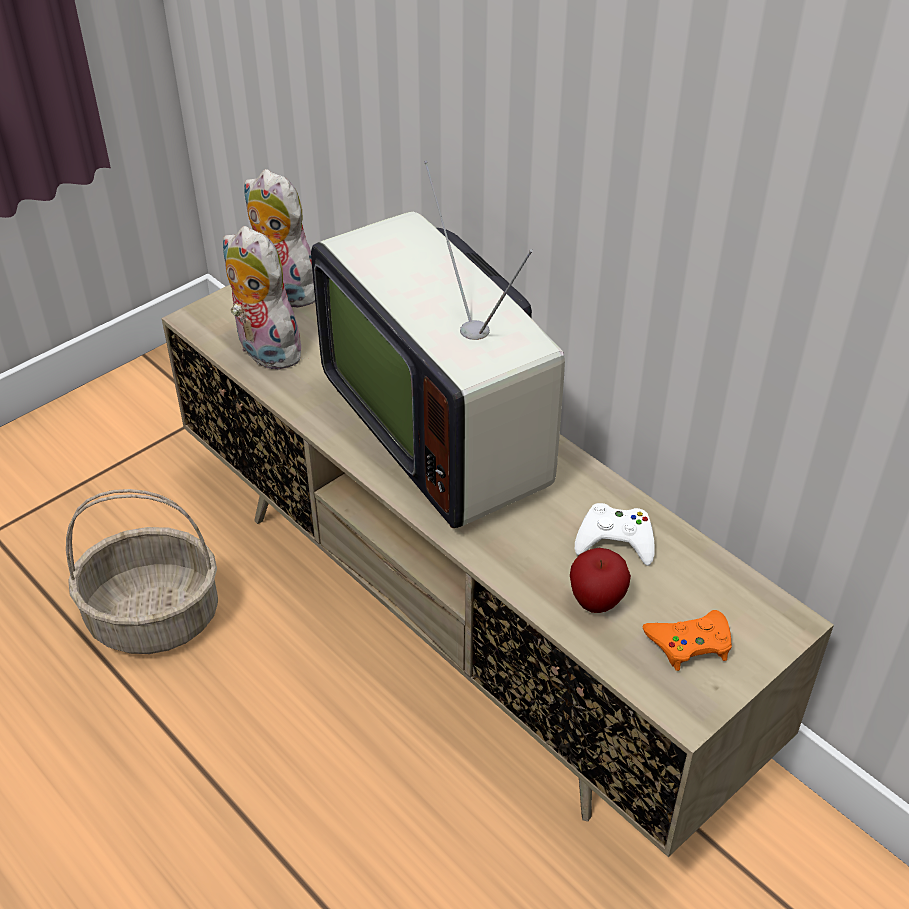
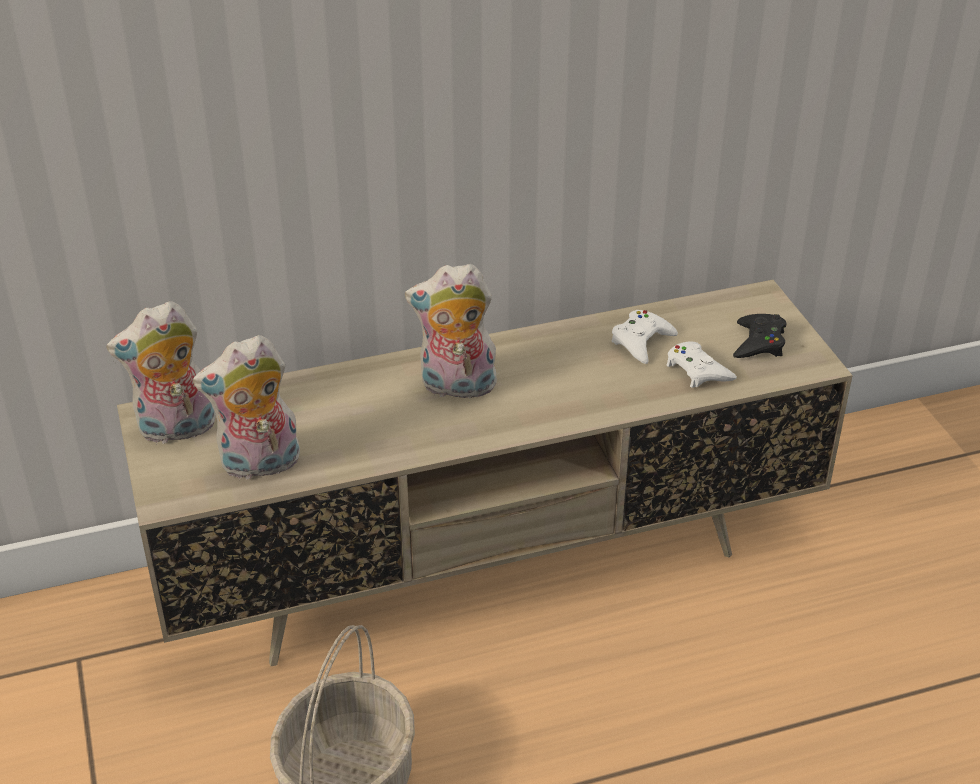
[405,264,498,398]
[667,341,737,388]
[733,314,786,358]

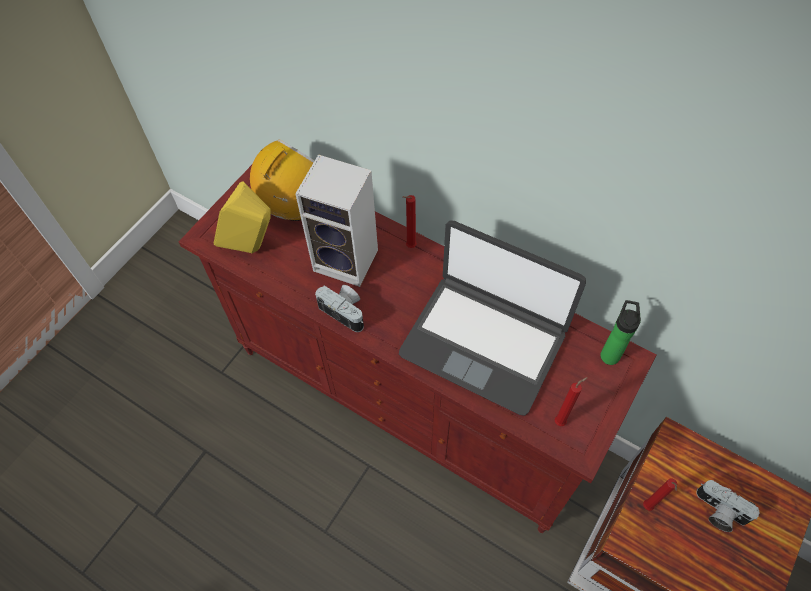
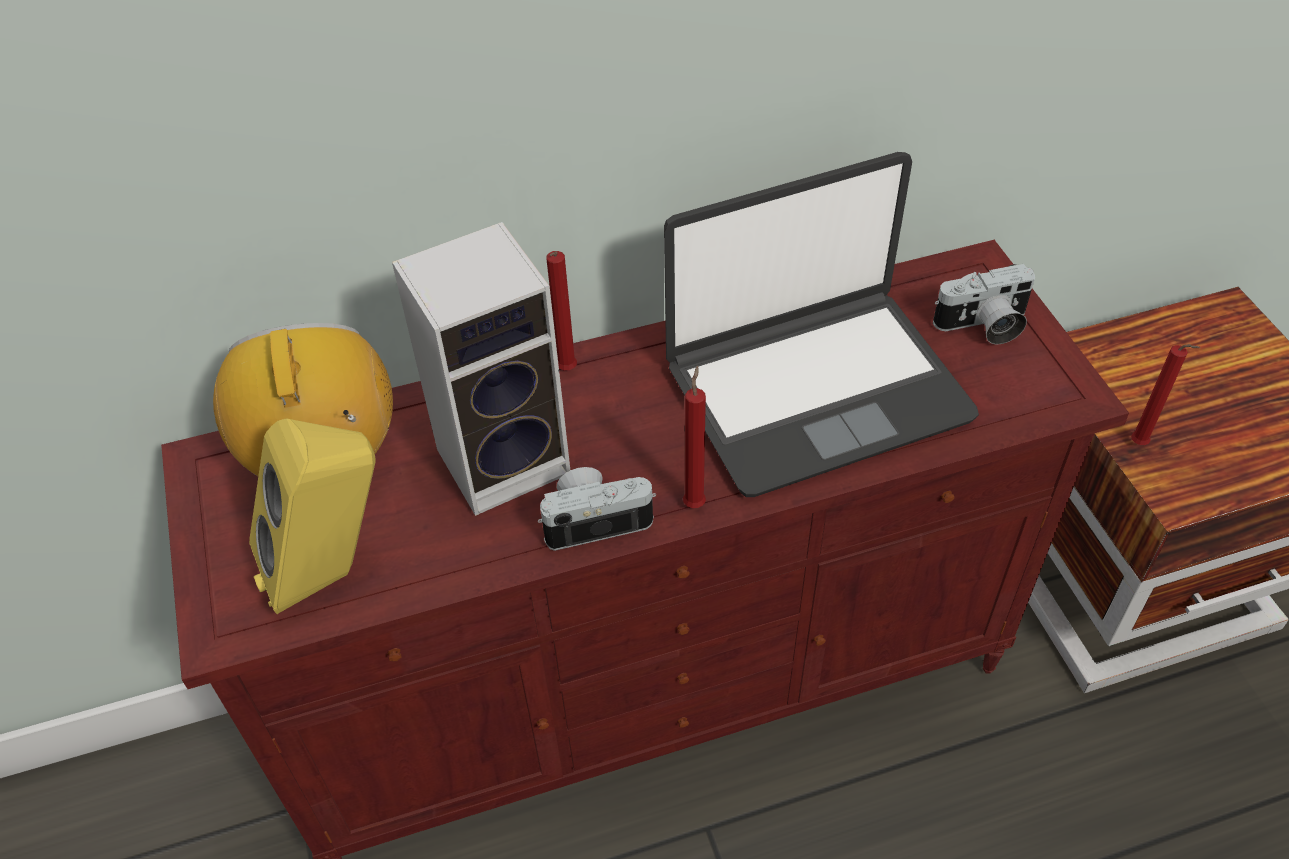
[600,300,641,365] (first image)
[683,366,706,508]
[933,264,1035,345]

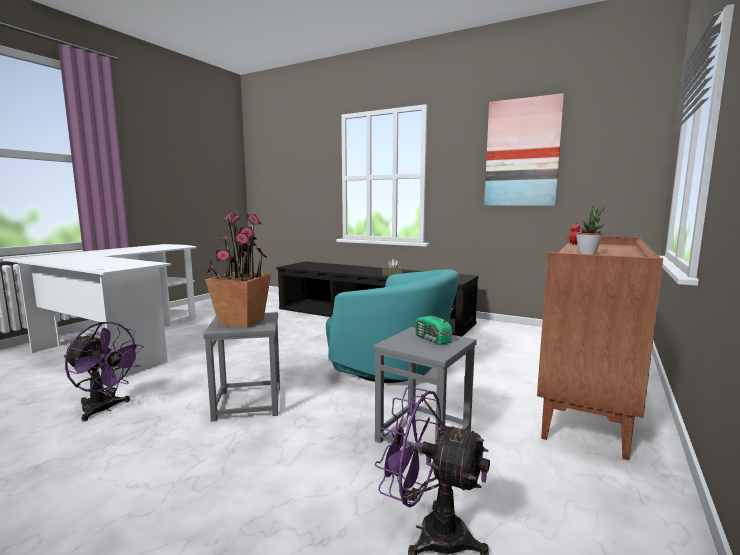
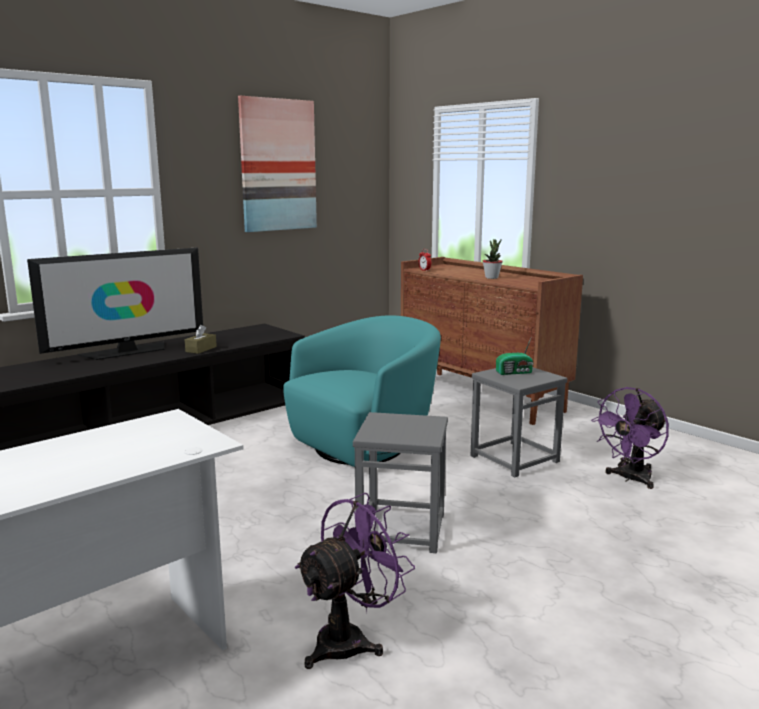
[205,210,271,328] (first image)
[27,247,203,360]

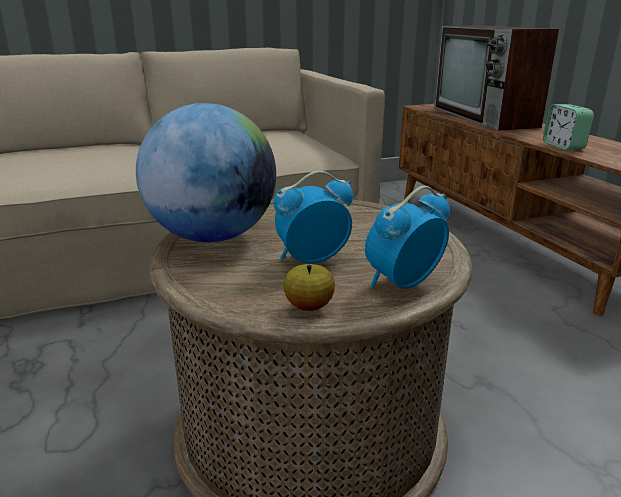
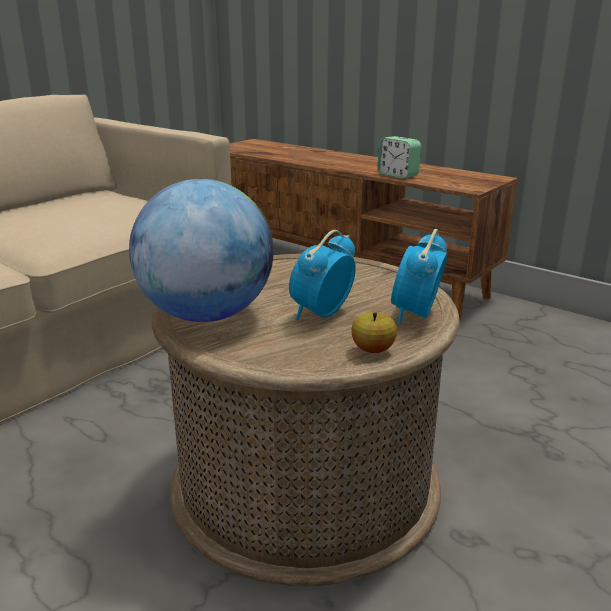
[435,25,559,131] (first image)

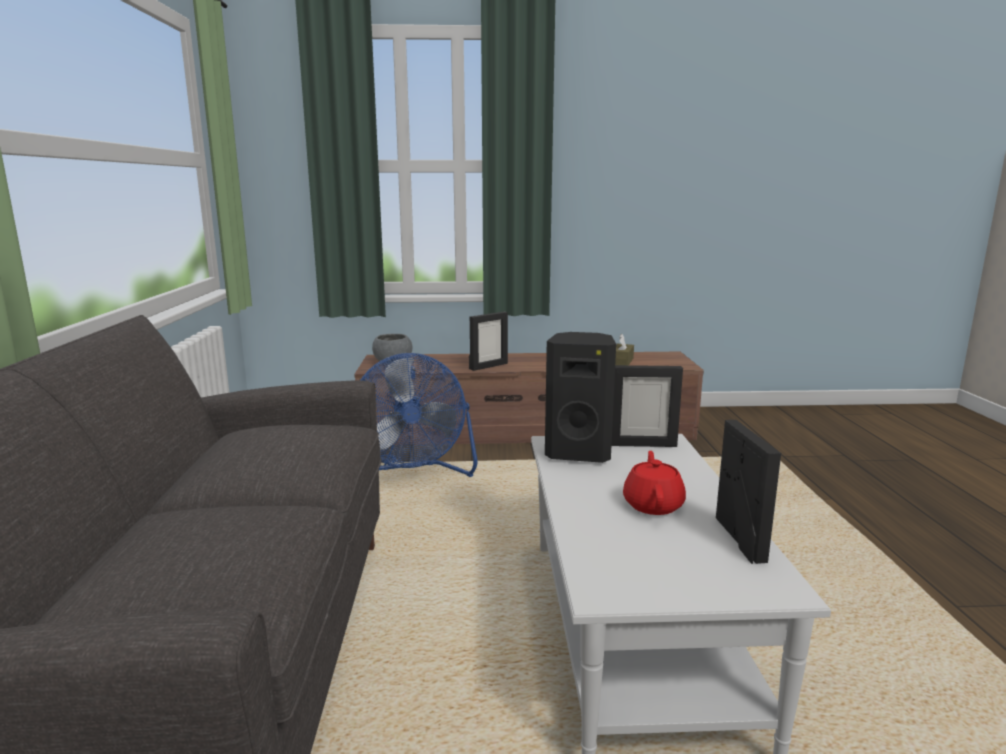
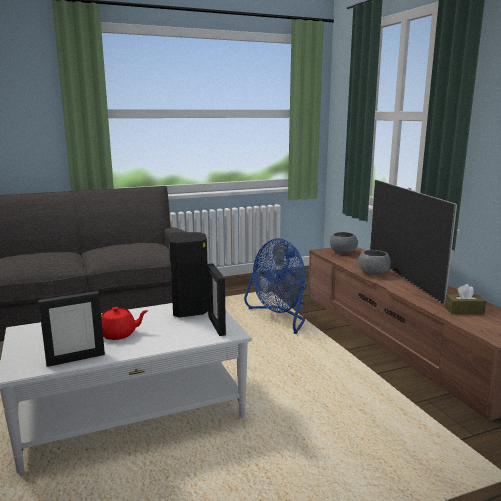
[370,180,457,305]
[358,250,391,275]

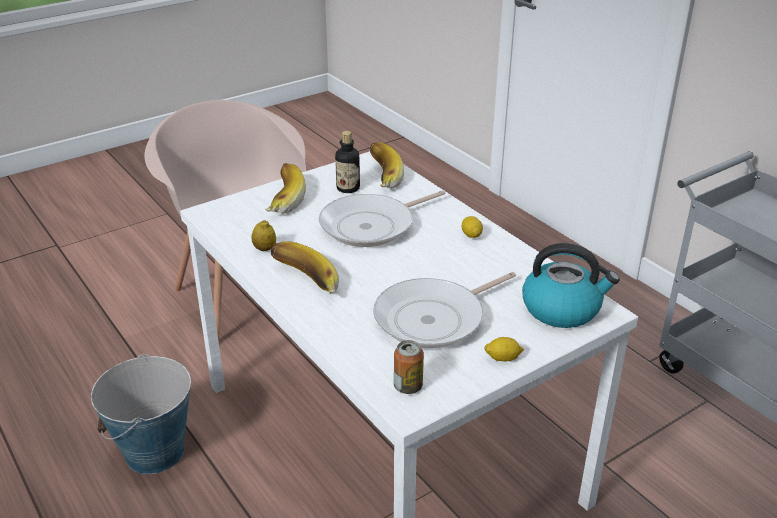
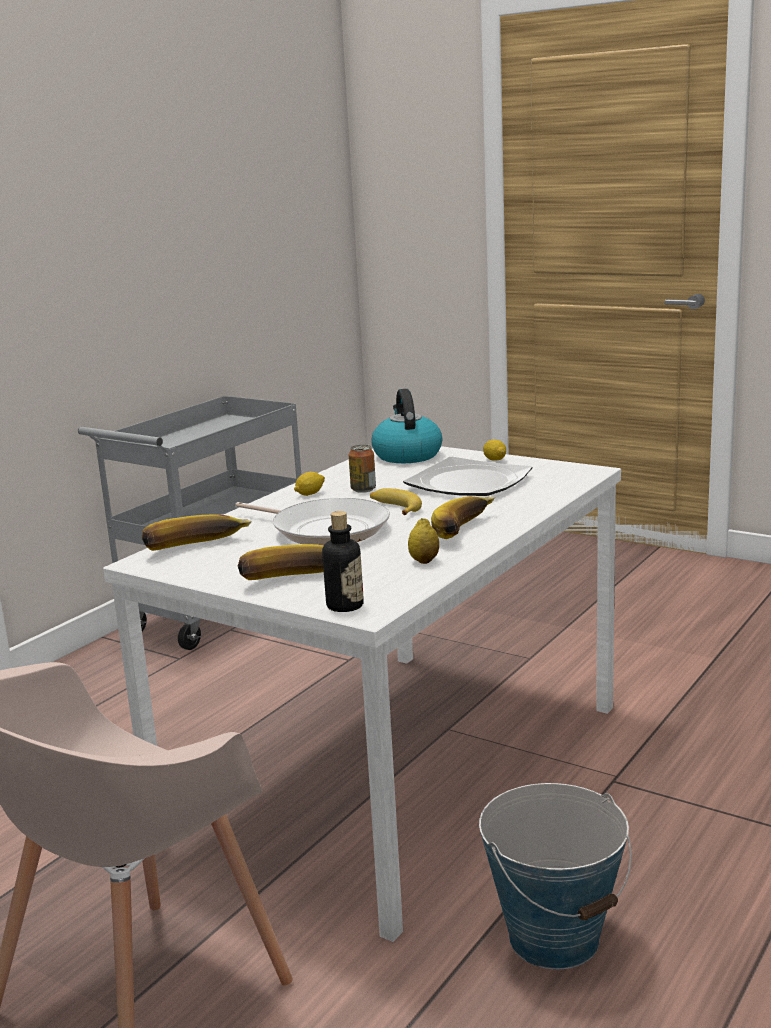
[370,488,422,515]
[322,511,364,612]
[349,445,376,493]
[403,457,532,496]

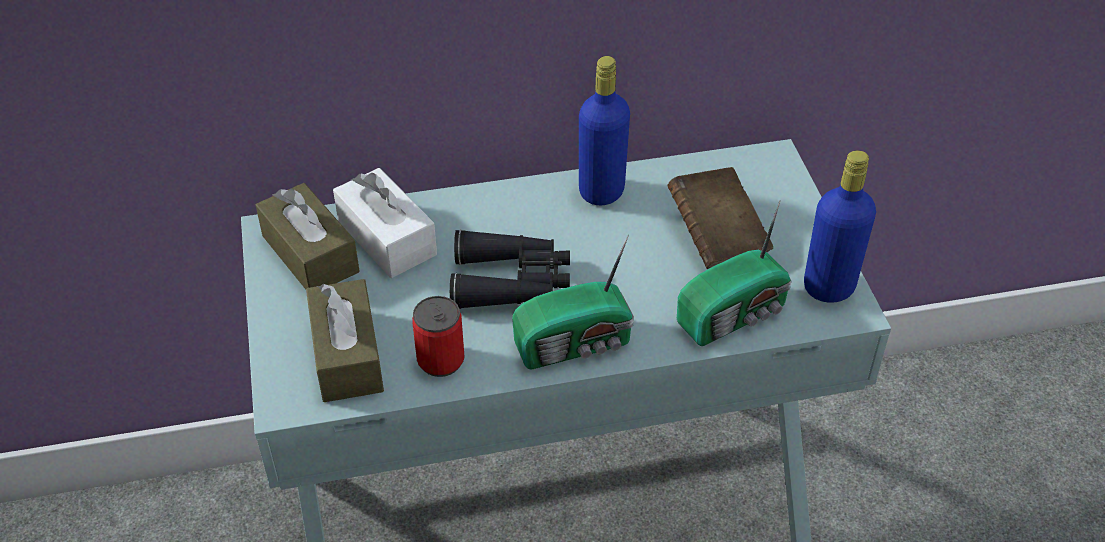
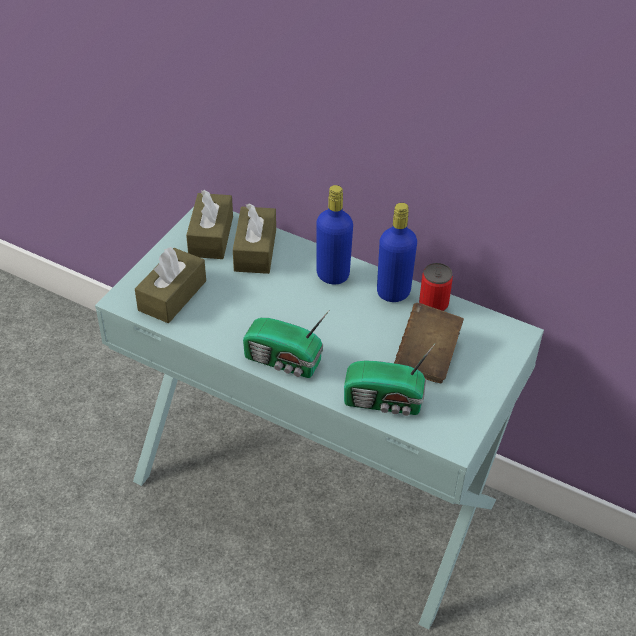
[450,229,570,309] (first image)
[419,263,453,311]
[316,185,353,285]
[233,203,276,274]

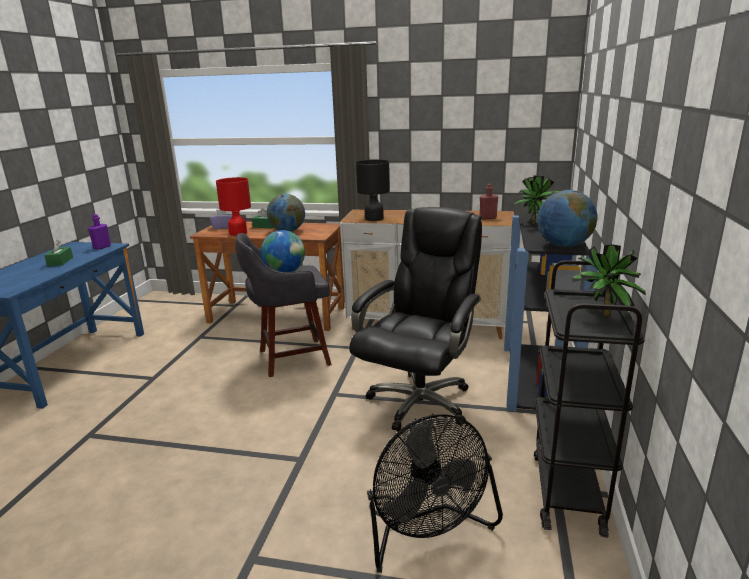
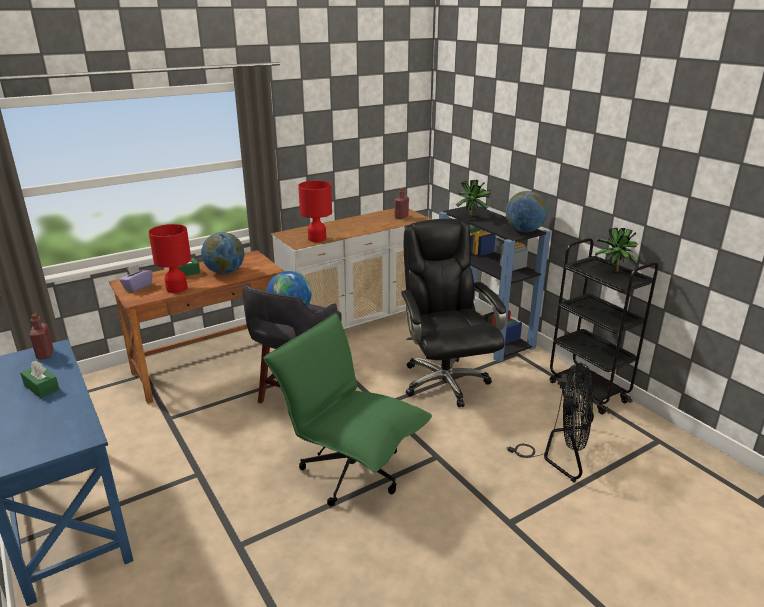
[264,313,432,506]
[30,314,53,360]
[298,180,332,242]

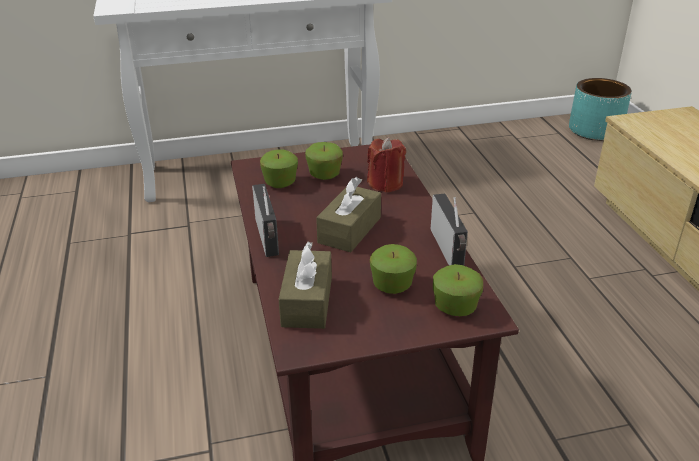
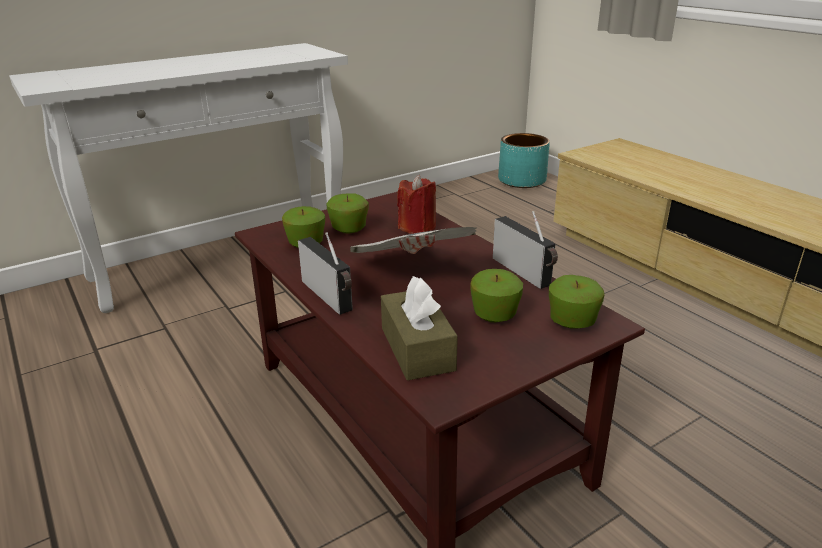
[350,227,477,254]

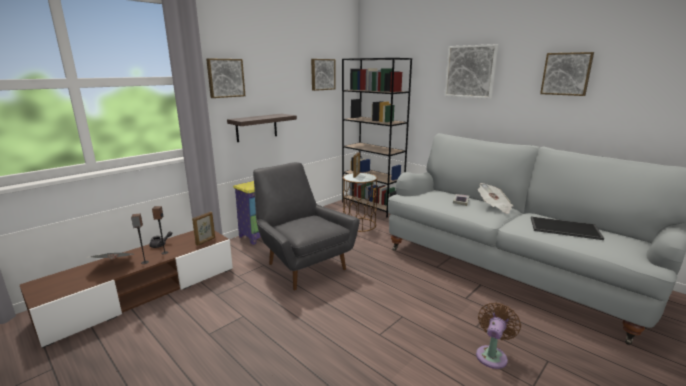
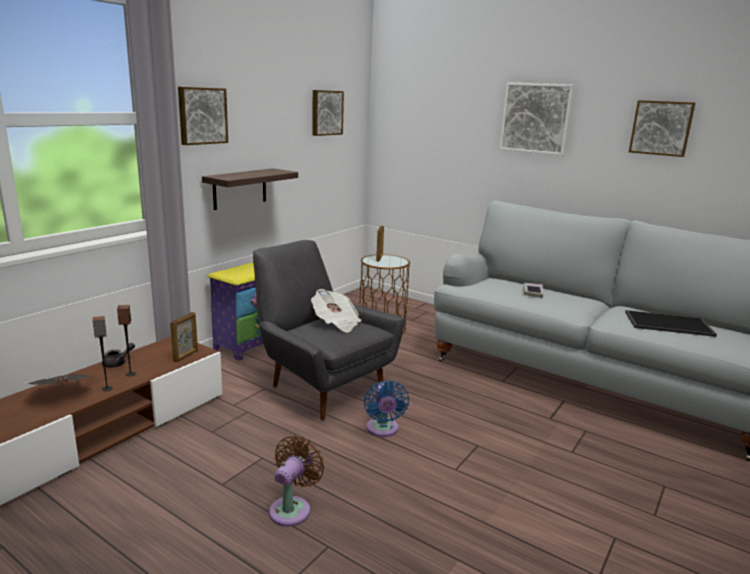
[342,58,412,217] (first image)
[364,380,409,437]
[269,435,324,527]
[311,289,361,333]

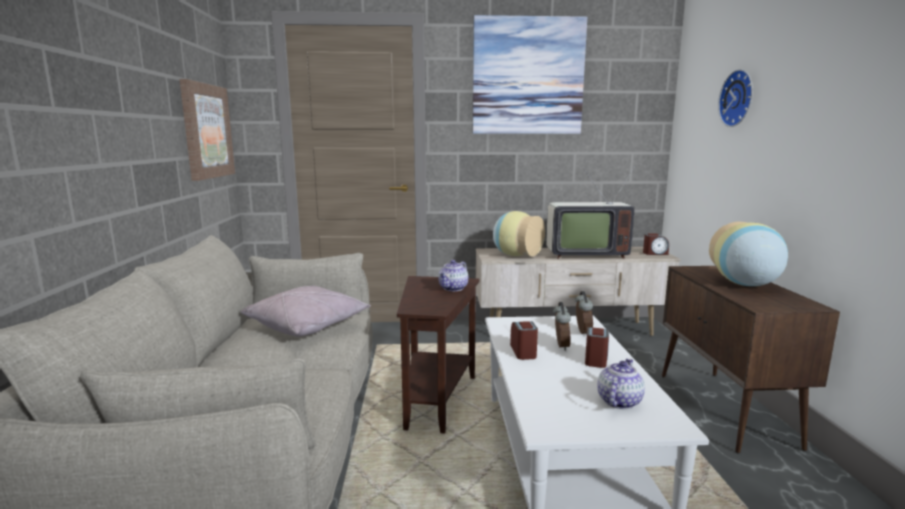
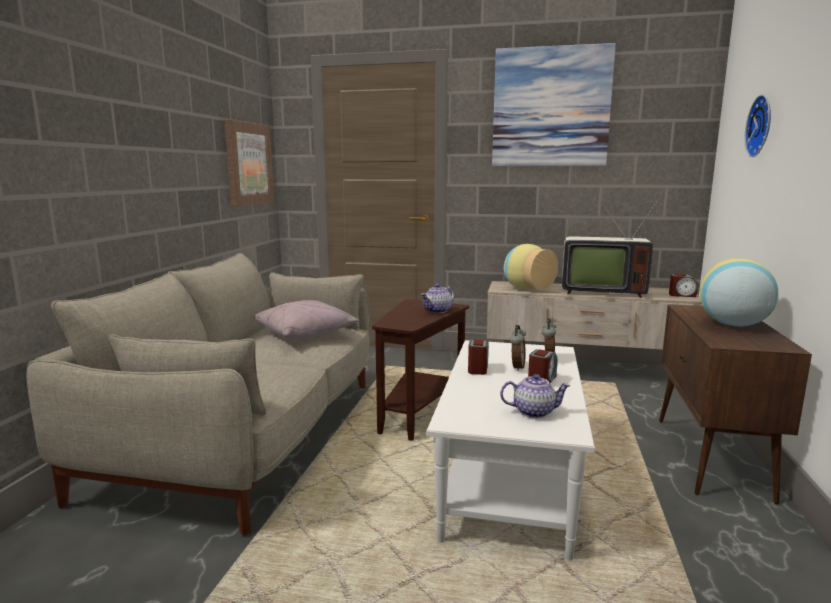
[500,374,571,418]

